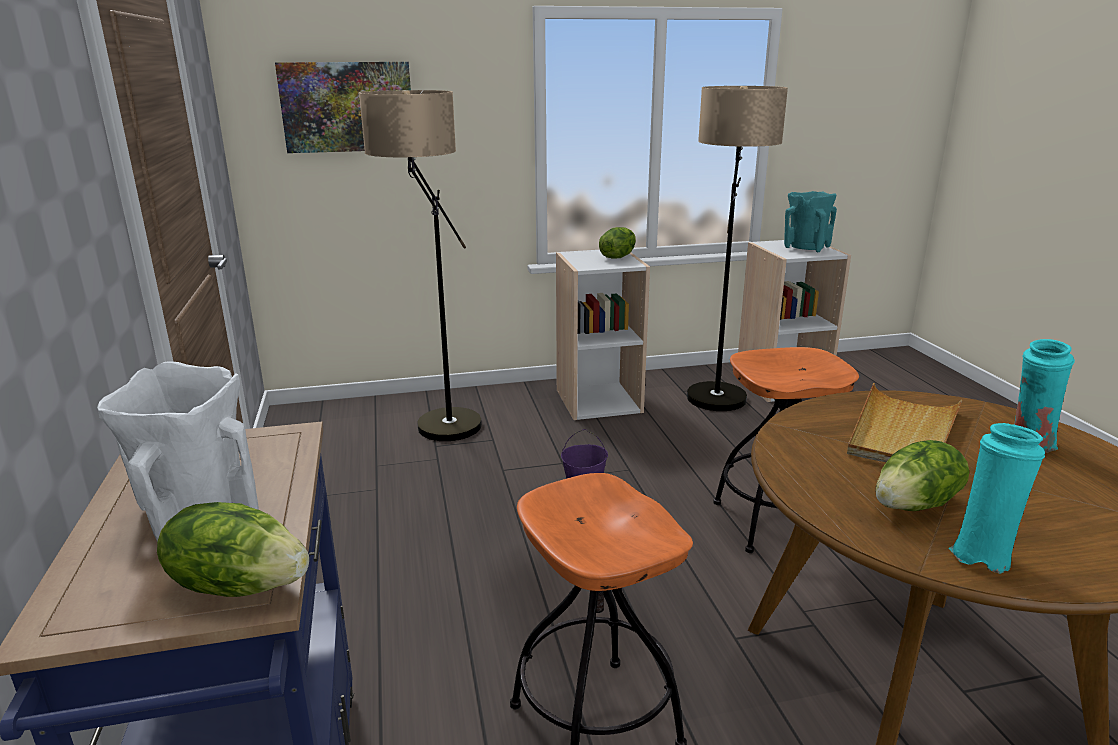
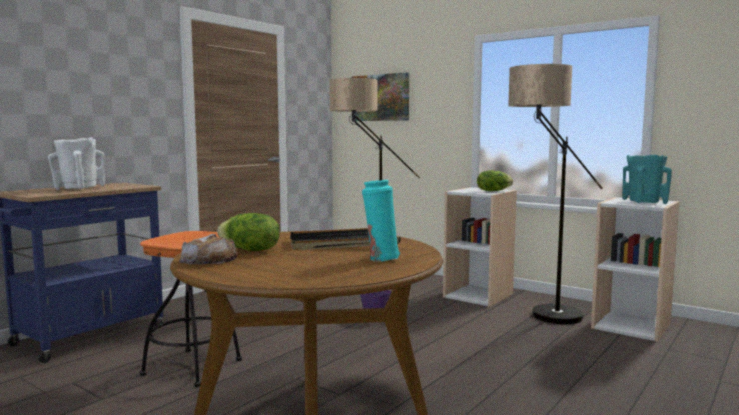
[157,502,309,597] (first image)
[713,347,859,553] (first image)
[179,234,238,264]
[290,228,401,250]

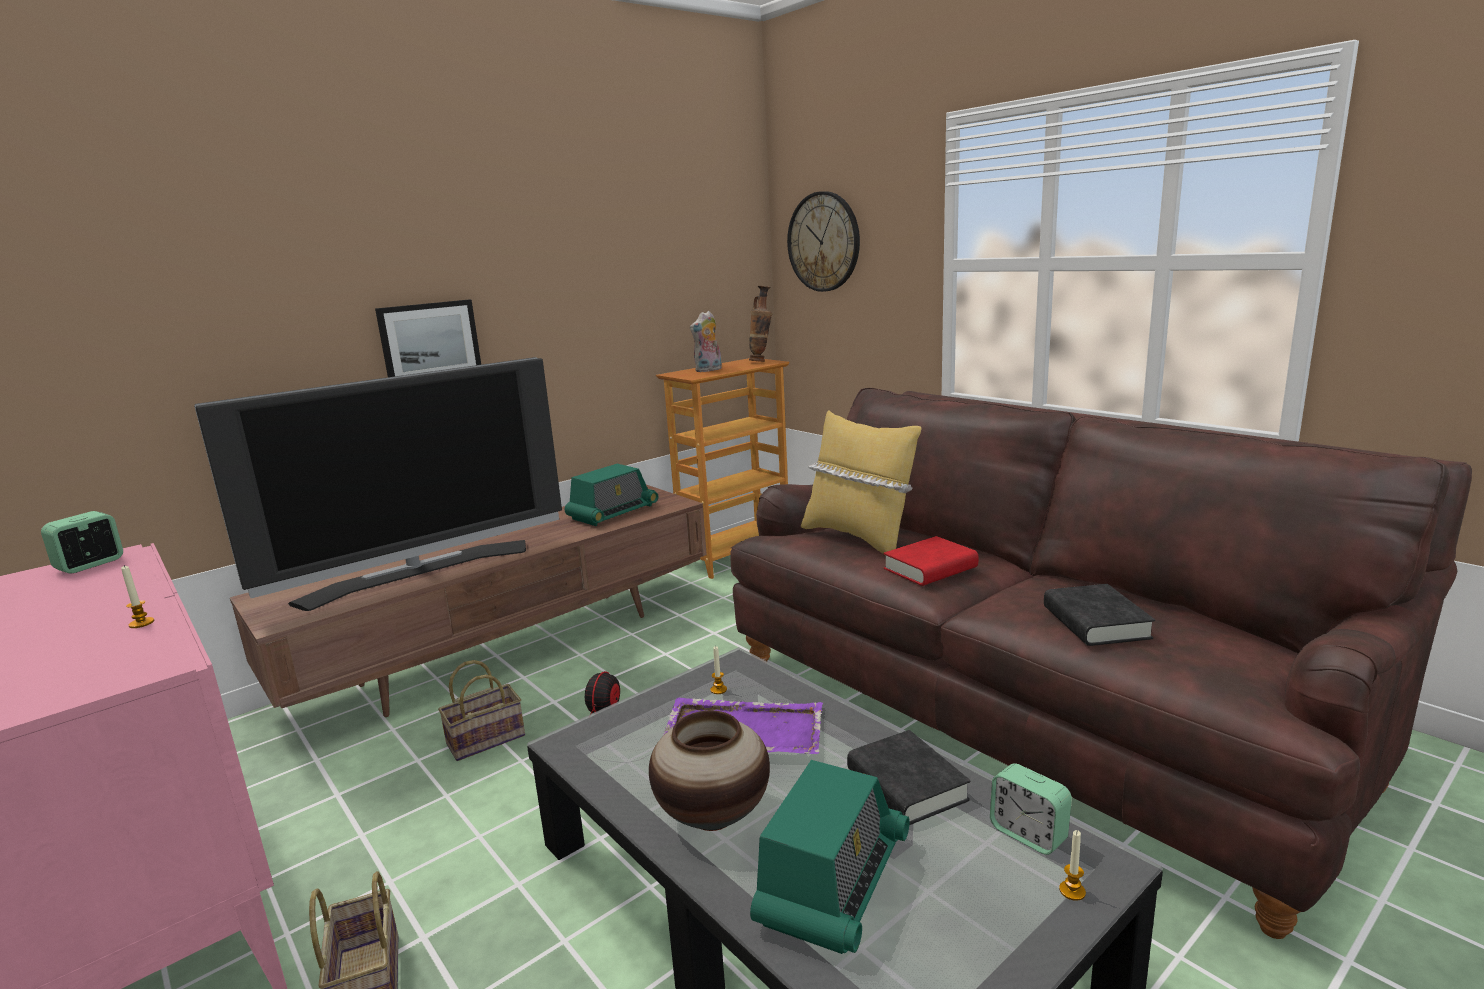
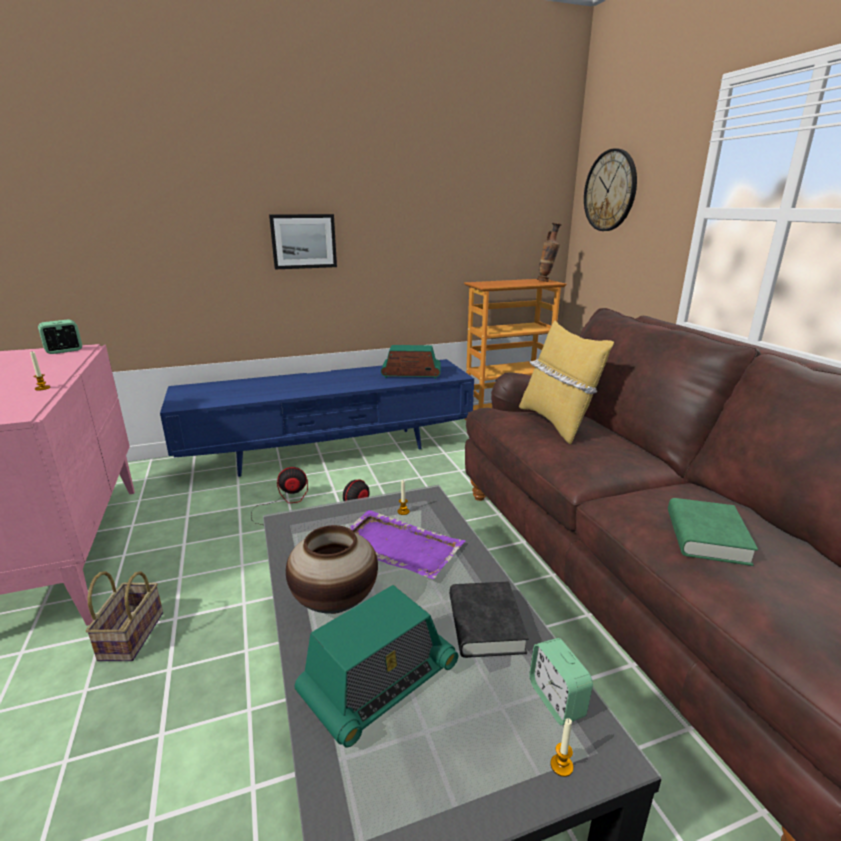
[194,357,562,611] (first image)
[690,311,722,372] (first image)
[884,536,978,586] (first image)
[251,467,308,525]
[160,359,474,477]
[668,498,758,566]
[381,345,441,379]

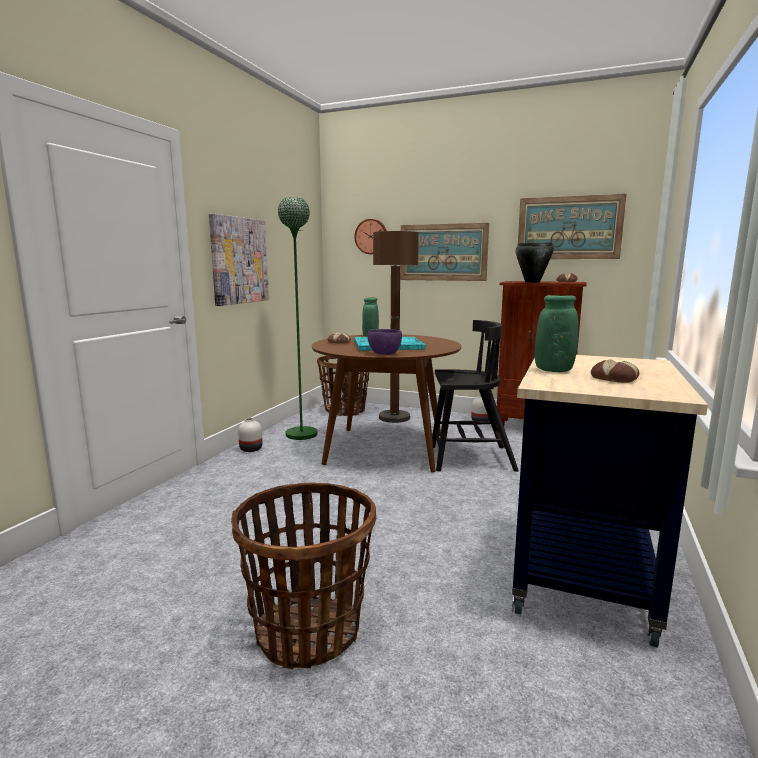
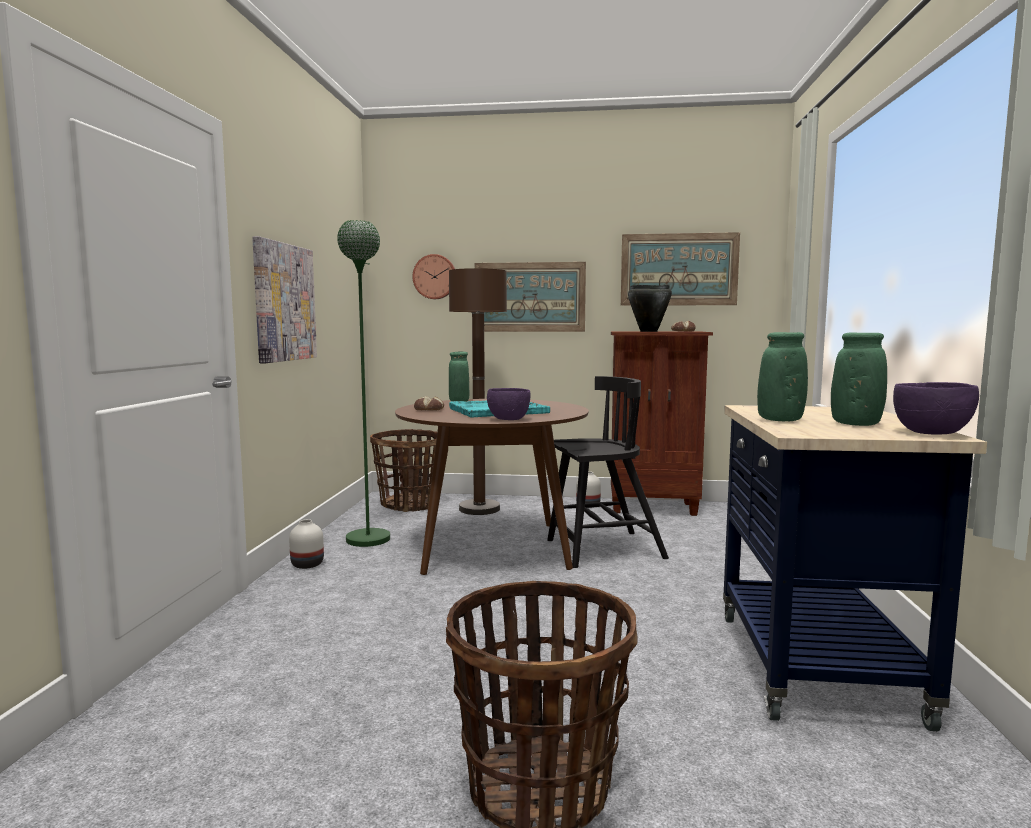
[893,382,979,435]
[831,332,887,426]

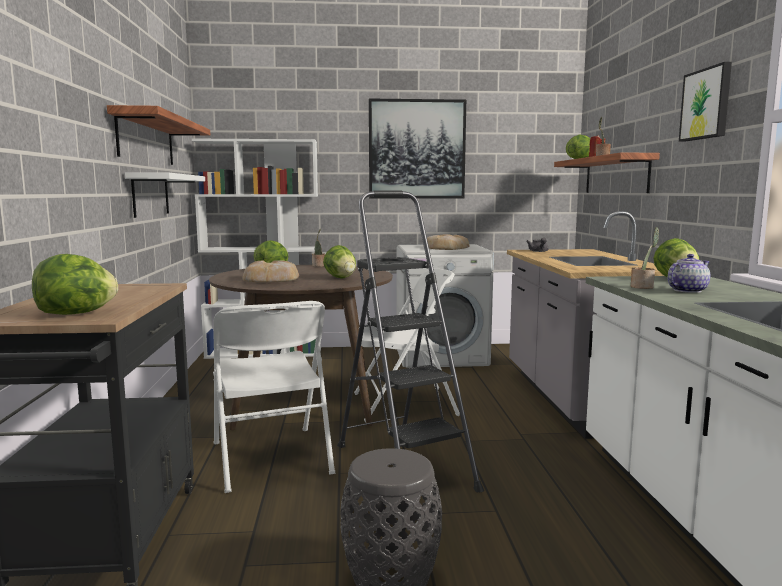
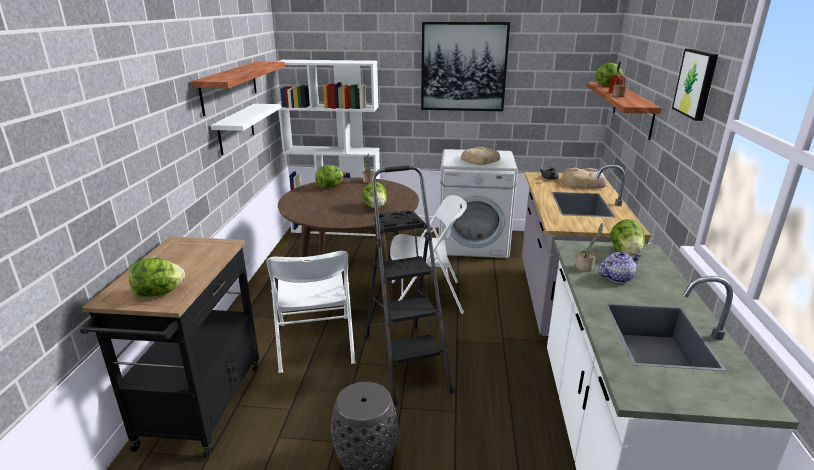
[562,168,607,188]

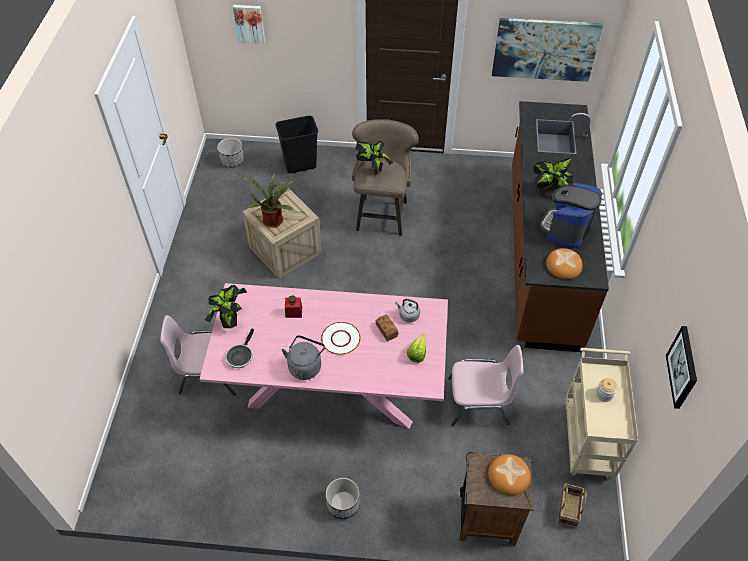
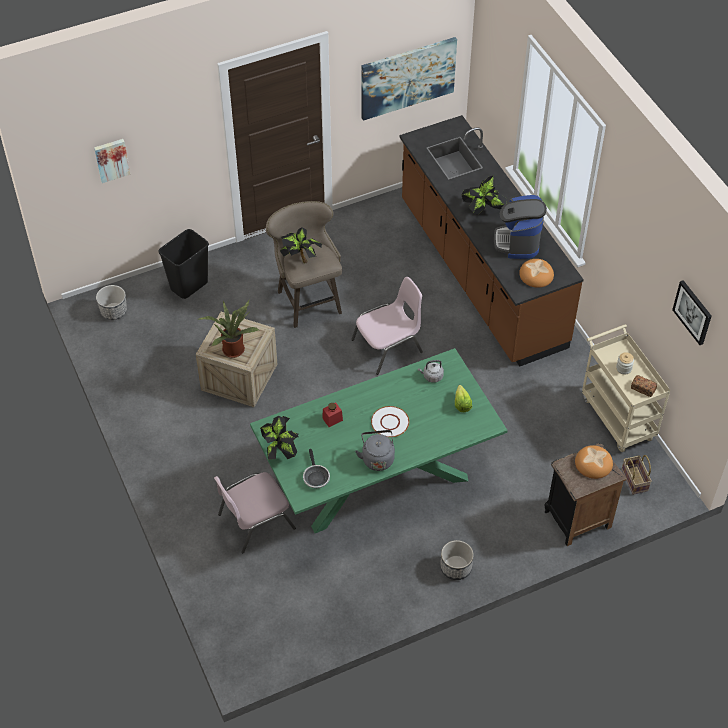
[631,375,657,397]
[351,277,423,375]
[250,348,508,533]

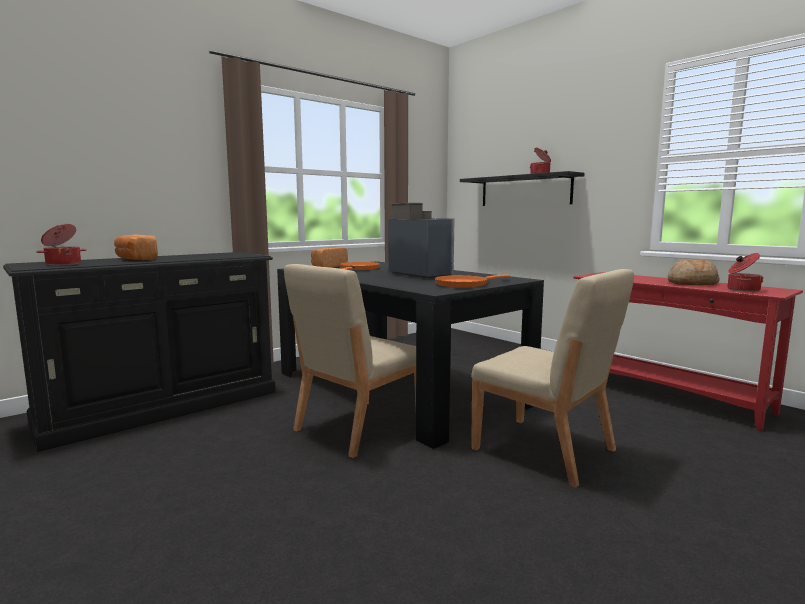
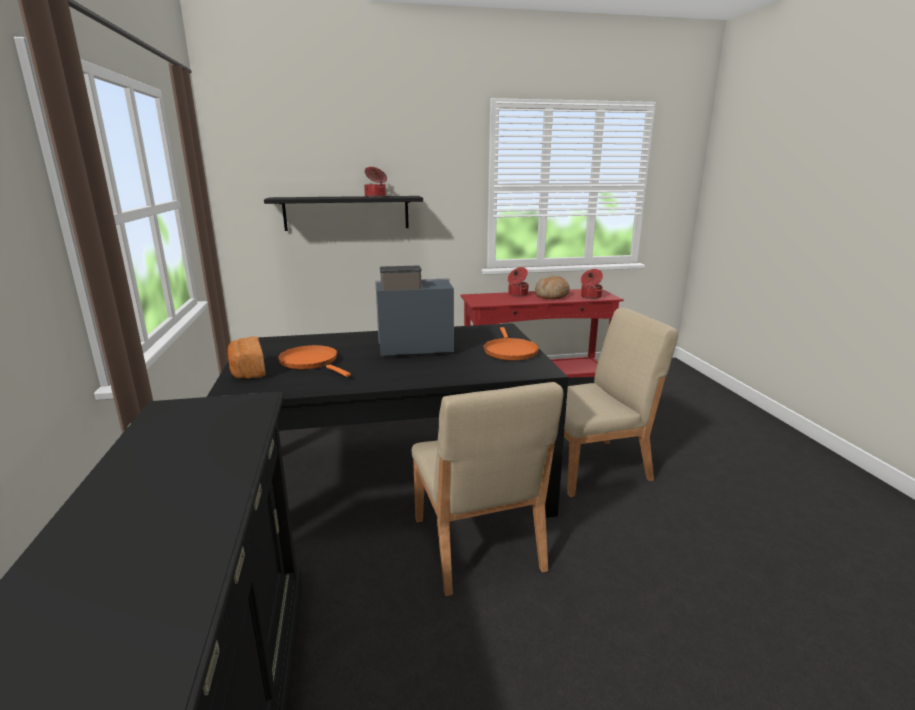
[114,235,158,260] (first image)
[508,267,529,296]

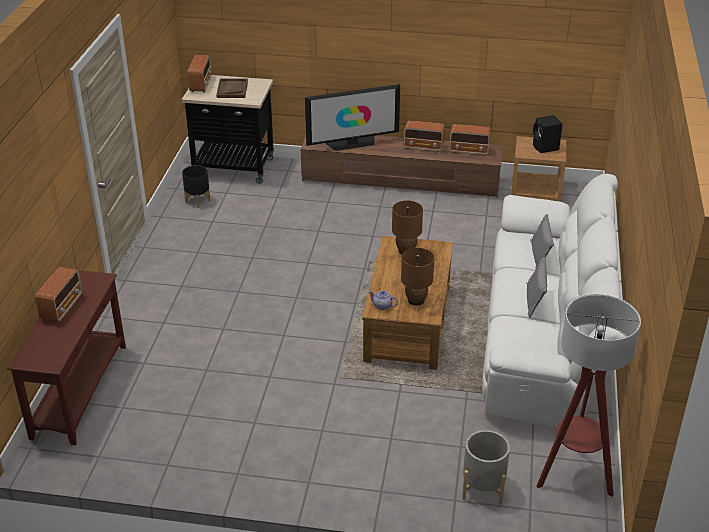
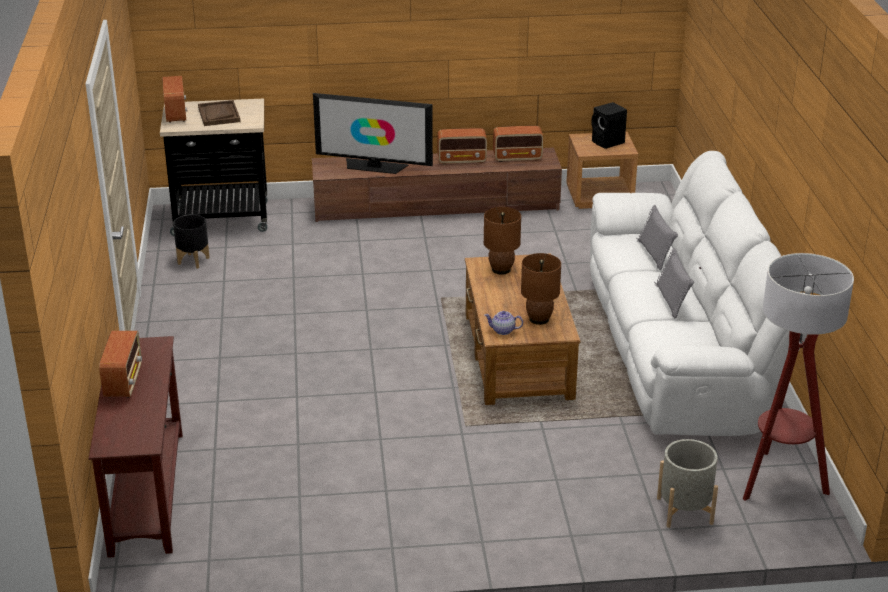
[313,93,433,174]

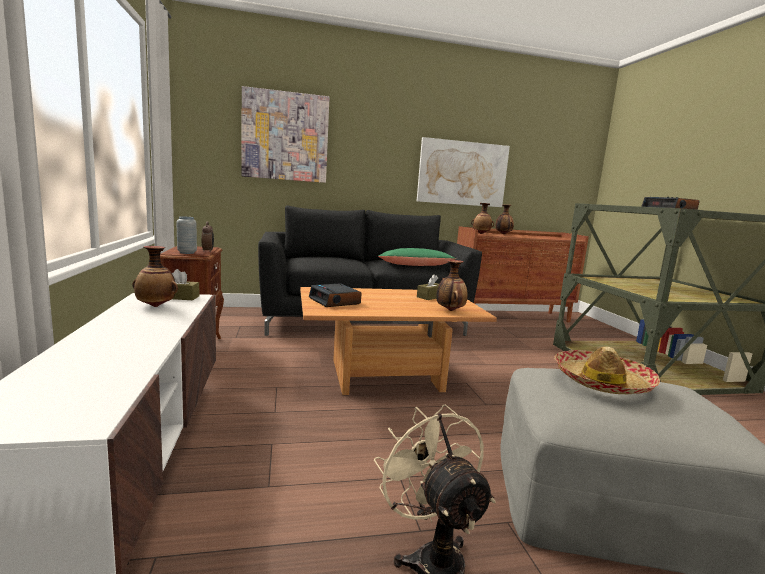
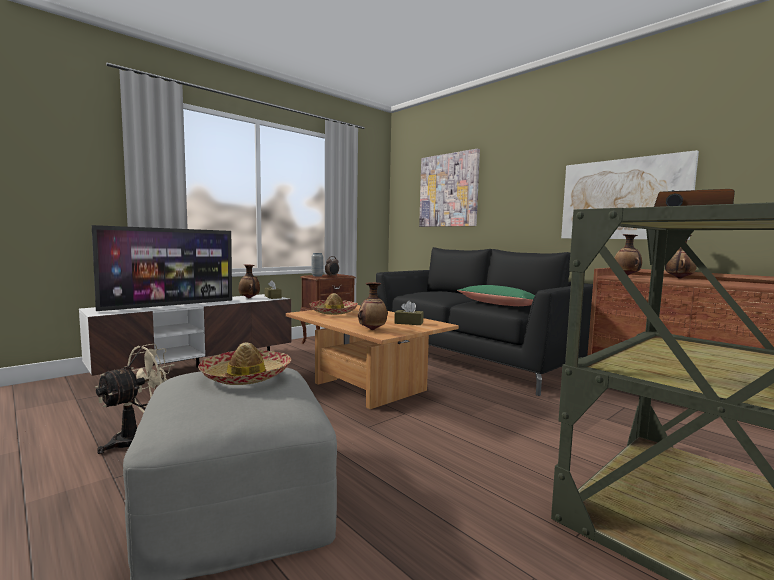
[92,225,232,311]
[309,293,358,315]

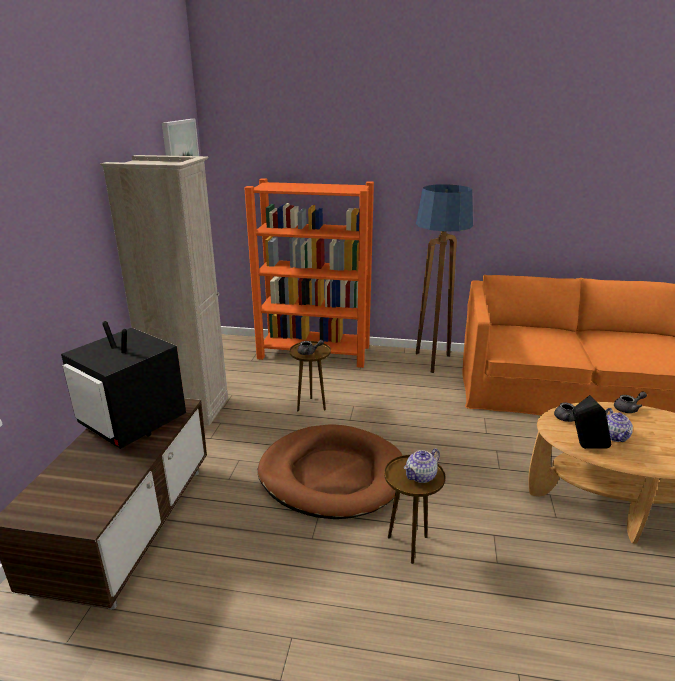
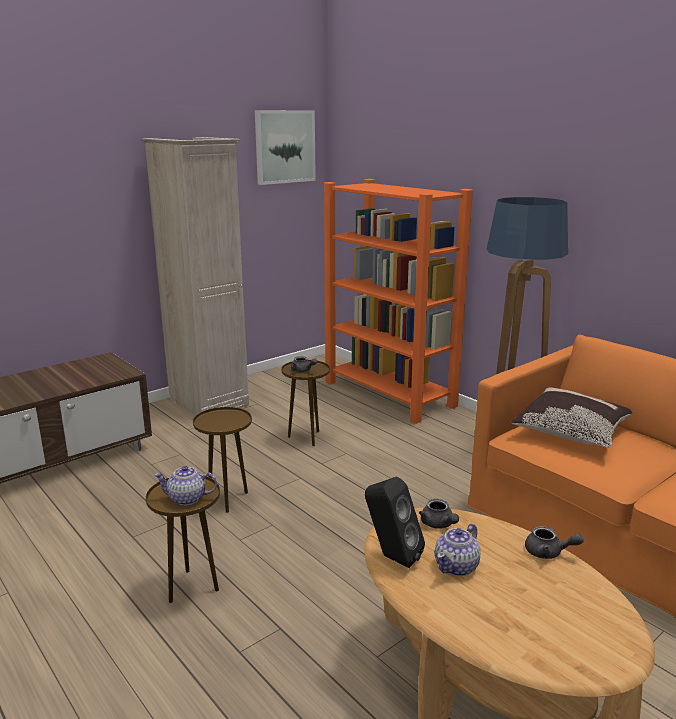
[61,321,186,449] (first image)
[511,387,632,448]
[193,407,252,513]

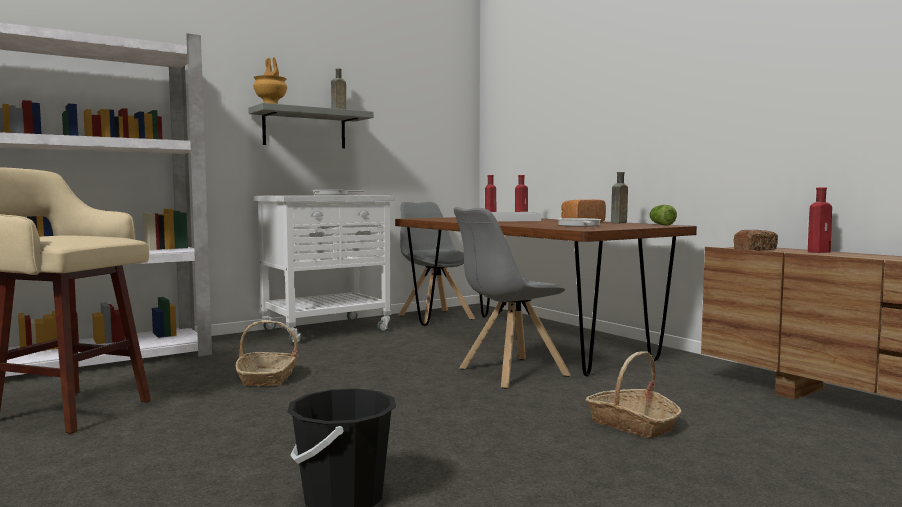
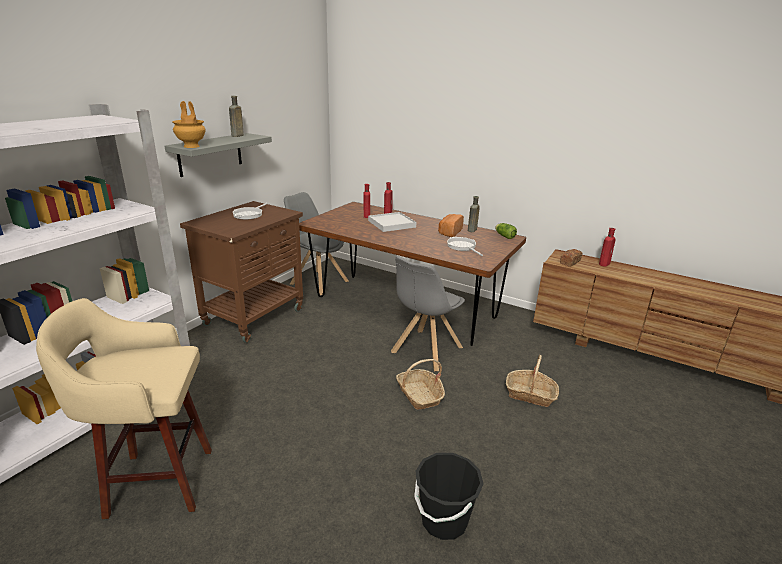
[396,359,445,410]
[180,201,303,343]

